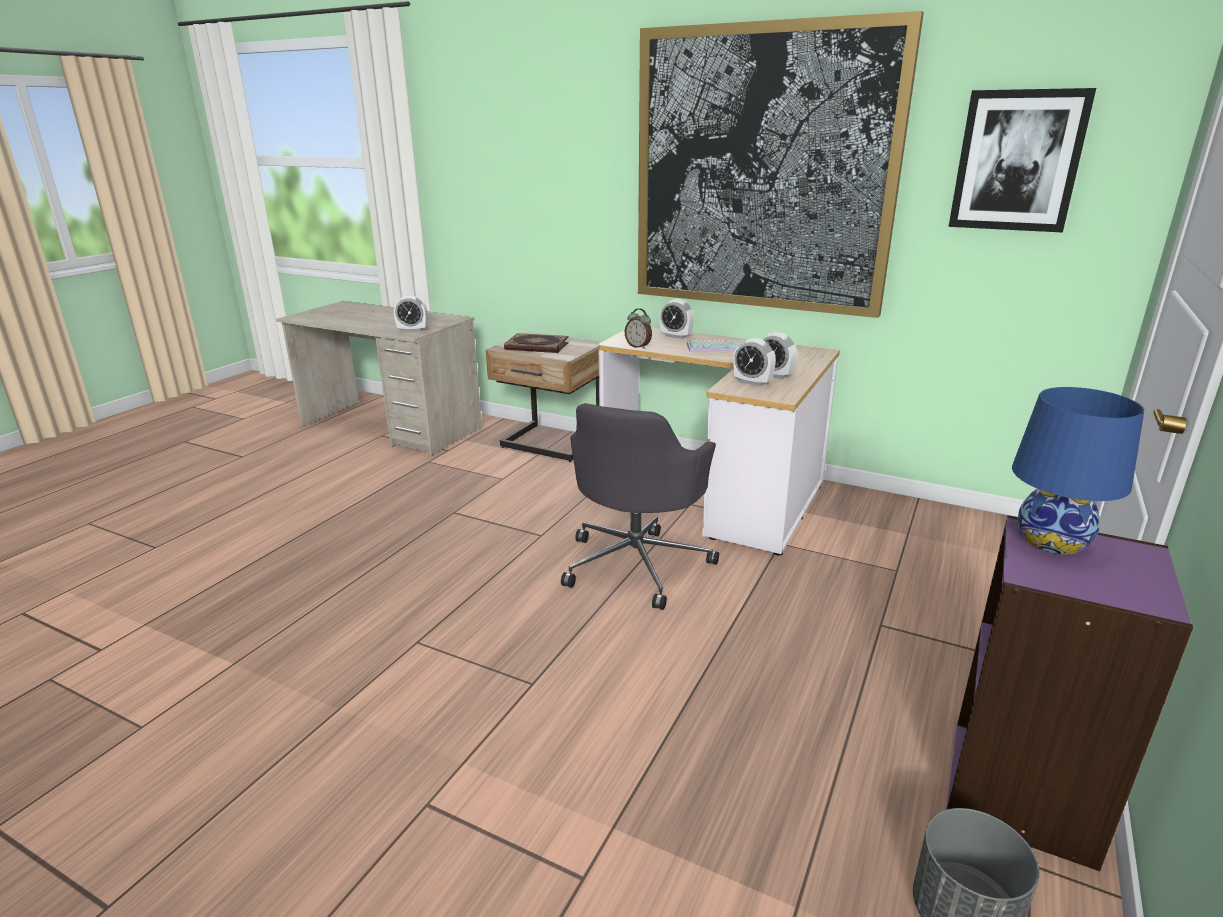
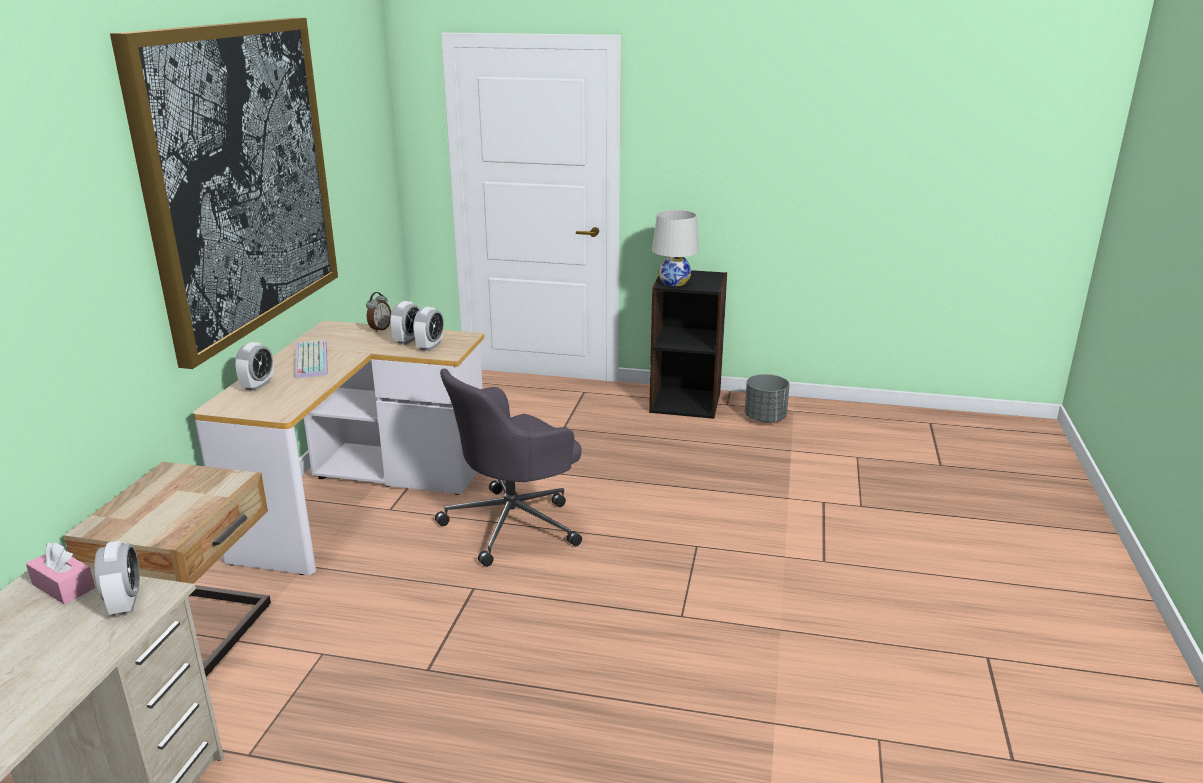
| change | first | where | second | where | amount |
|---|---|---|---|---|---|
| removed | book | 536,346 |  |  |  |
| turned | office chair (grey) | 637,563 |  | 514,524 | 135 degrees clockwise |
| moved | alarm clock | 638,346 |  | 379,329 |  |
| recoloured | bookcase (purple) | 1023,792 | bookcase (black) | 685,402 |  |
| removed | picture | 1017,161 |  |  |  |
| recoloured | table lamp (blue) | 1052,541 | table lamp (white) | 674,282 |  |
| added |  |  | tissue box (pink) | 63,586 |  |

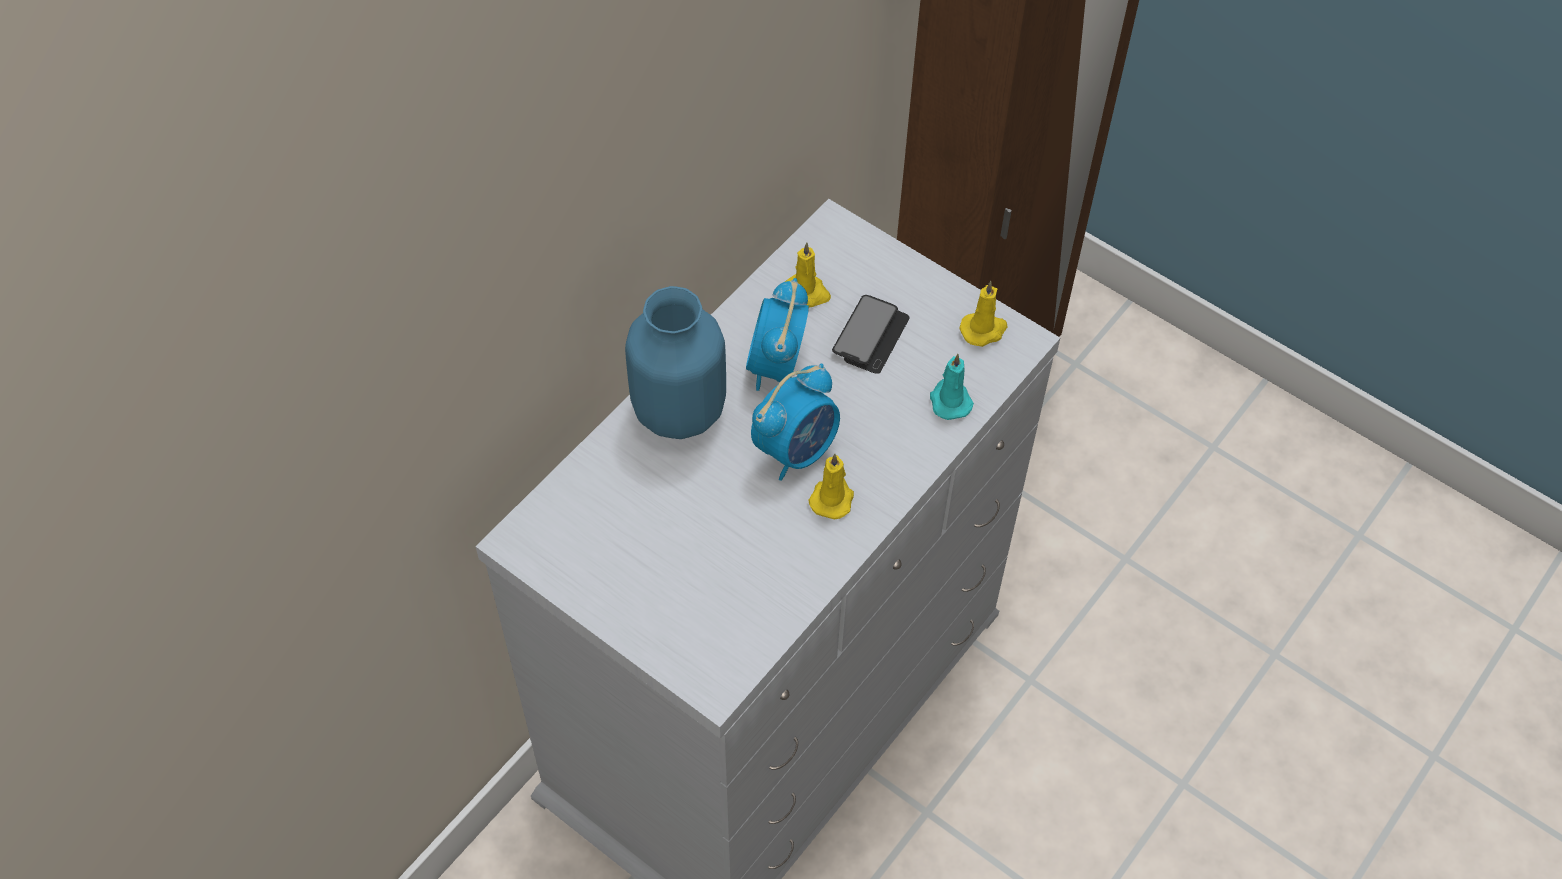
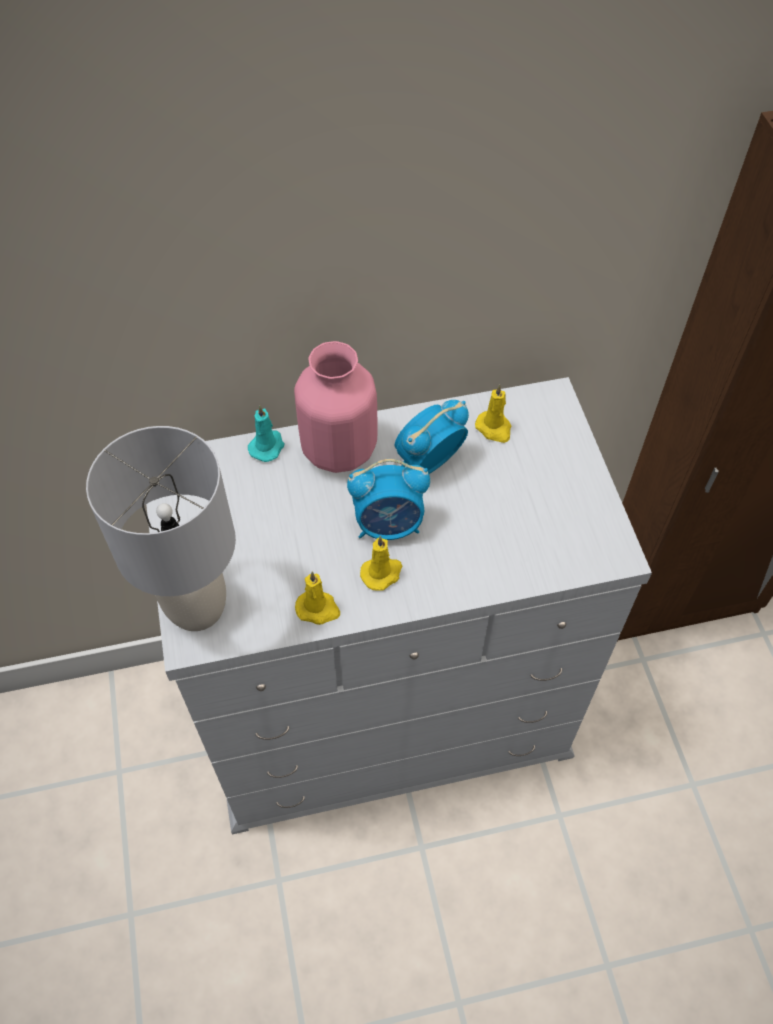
| change | first | where | second | where | amount |
|---|---|---|---|---|---|
| recoloured | vase (blue) | 678,411 | vase (pink) | 338,451 |  |
| removed | phone | 871,336 |  |  |  |
| moved | candle (turquoise) | 949,400 |  | 267,446 |  |
| moved | candle (yellow) | 984,330 |  | 318,609 |  |
| added |  |  | table lamp (grey) | 197,609 |  |

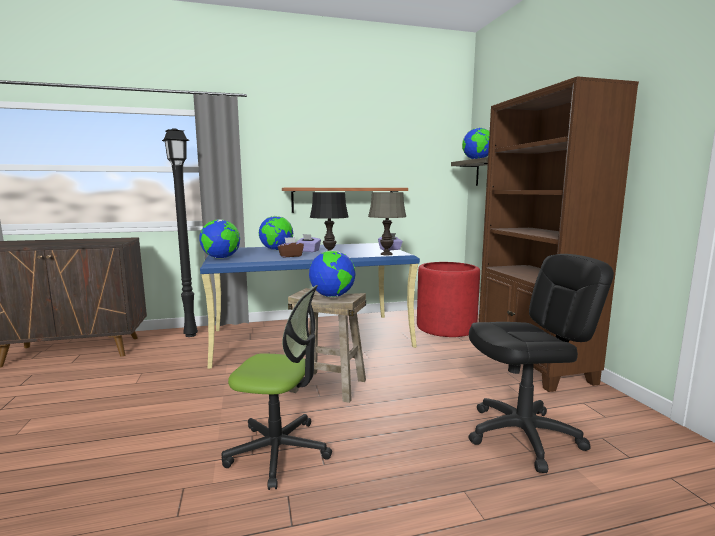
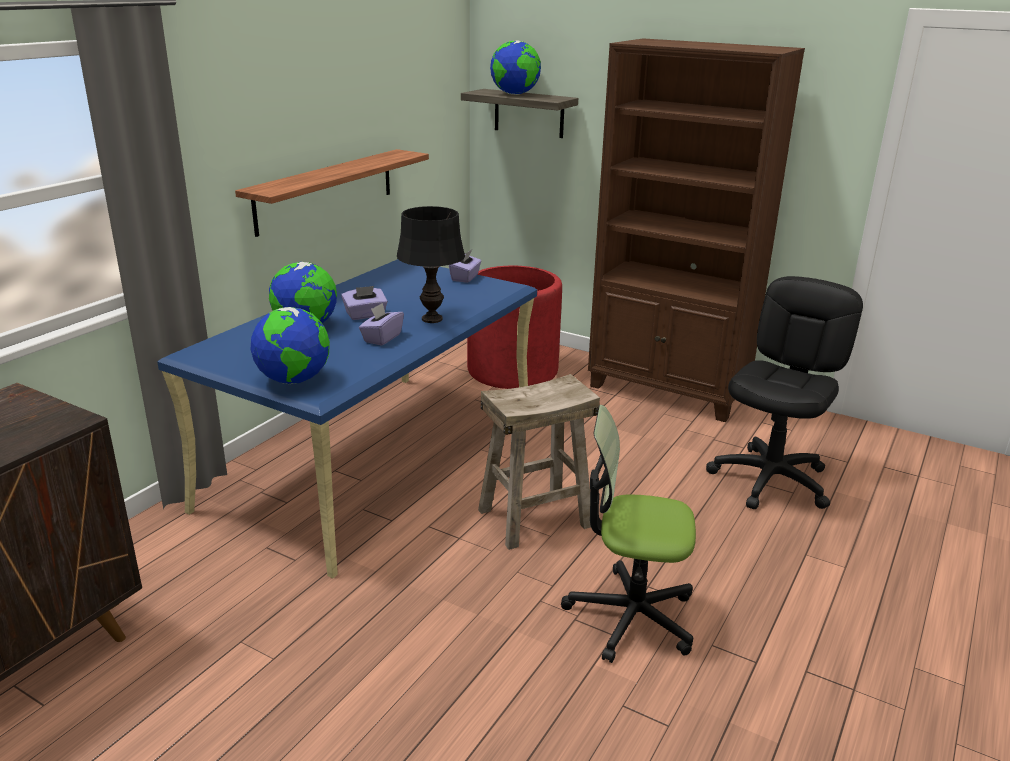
| change | first | where | second | where | amount |
|---|---|---|---|---|---|
| removed | floor lamp (black) | 191,334 |  |  |  |
| turned | office chair | 279,451 |  | 630,616 | 135 degrees counterclockwise |
| recoloured | tissue box (brown) | 290,256 | tissue box (purple) | 382,338 |  |
| removed | globe | 332,296 |  |  |  |
| removed | table lamp (grey) | 386,254 |  |  |  |

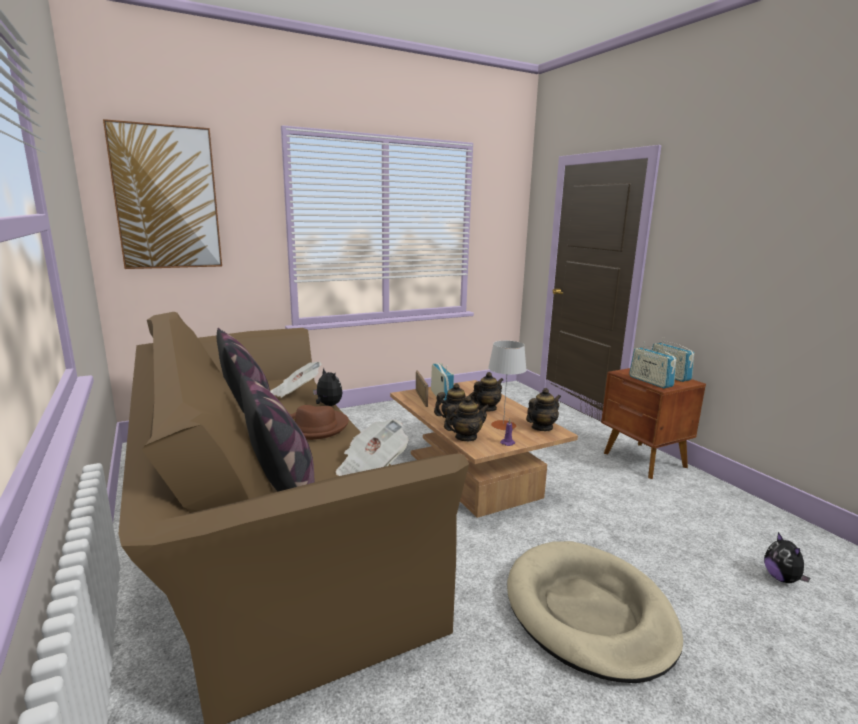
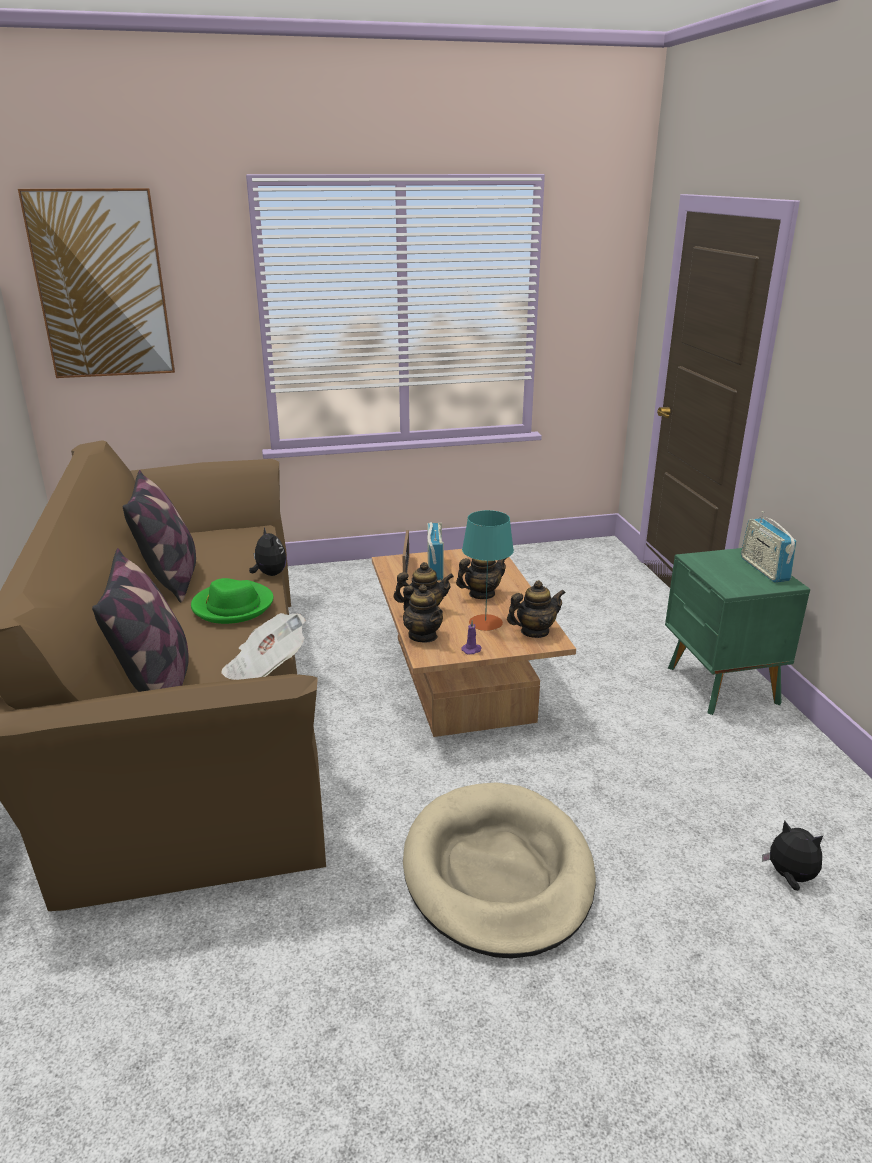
| change | first | where | second | where | amount |
|---|---|---|---|---|---|
| removed | newspaper | 296,392 |  |  |  |
| recoloured | hat (brown) | 314,427 | hat (green) | 232,606 |  |
| turned | teapot | 465,437 |  | 423,636 | 60 degrees clockwise |
| recoloured | table lamp (grey) | 503,425 | table lamp (turquoise) | 485,622 |  |
| recoloured | nightstand (brown) | 644,460 | nightstand (green) | 721,686 |  |
| removed | radio | 650,381 |  |  |  |
| turned | plush toy | 782,578 |  | 789,877 | 120 degrees clockwise |

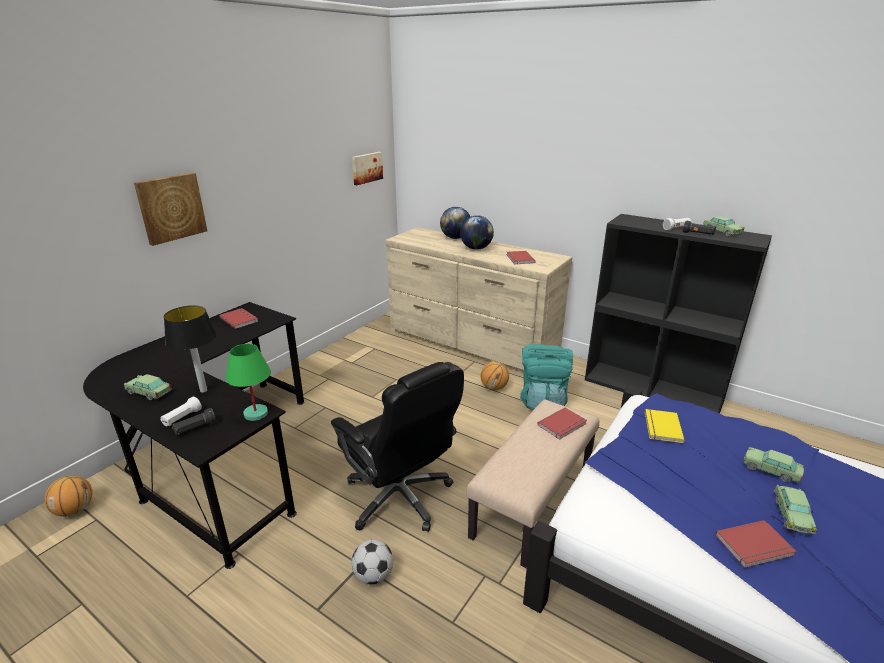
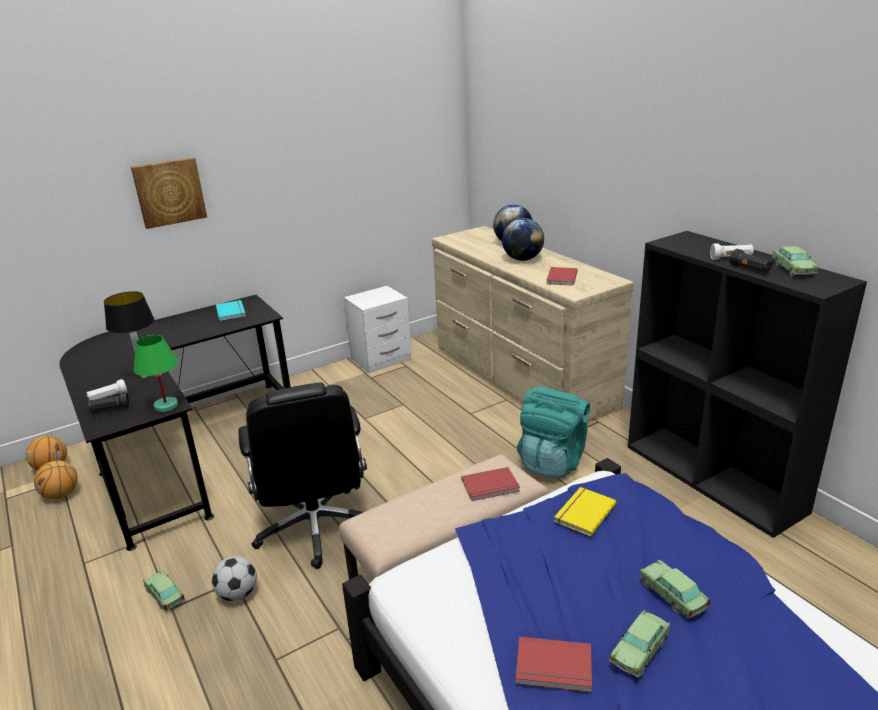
| change | first | where | second | where | amount |
|---|---|---|---|---|---|
| moved | toy car | 149,392 |  | 165,595 |  |
| recoloured | book (red) | 240,319 | book (turquoise) | 232,311 |  |
| removed | picture | 366,168 |  |  |  |
| moved | basketball | 494,388 |  | 61,495 |  |
| added |  |  | nightstand (white) | 382,359 |  |

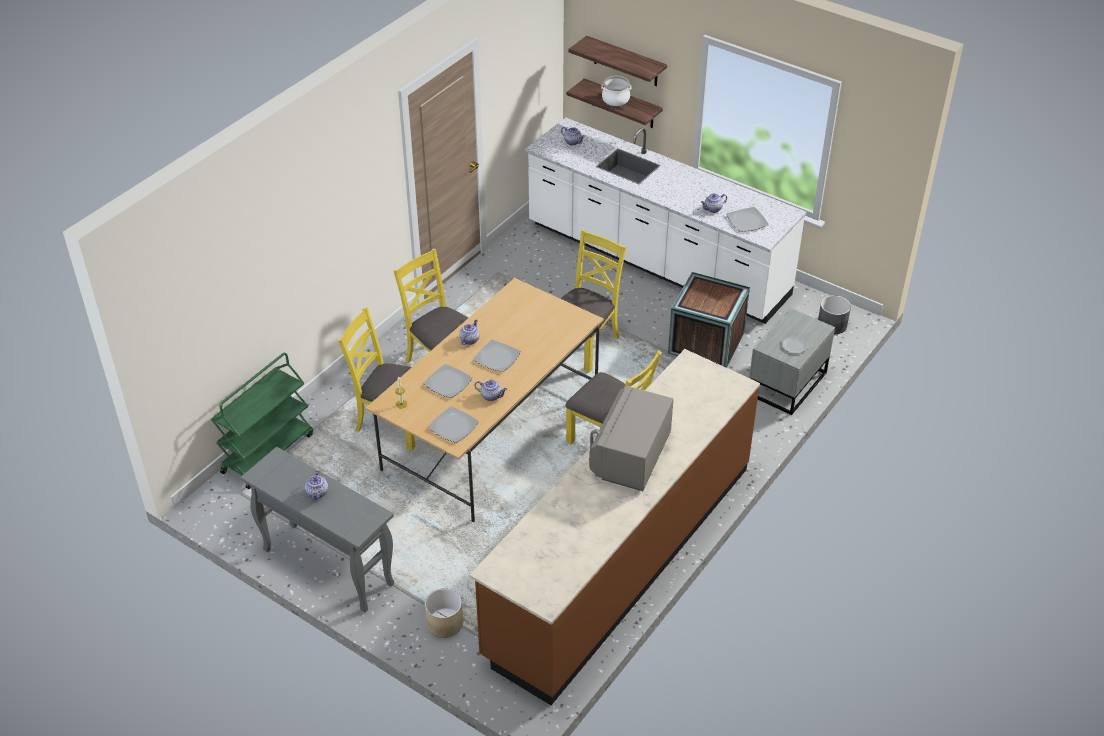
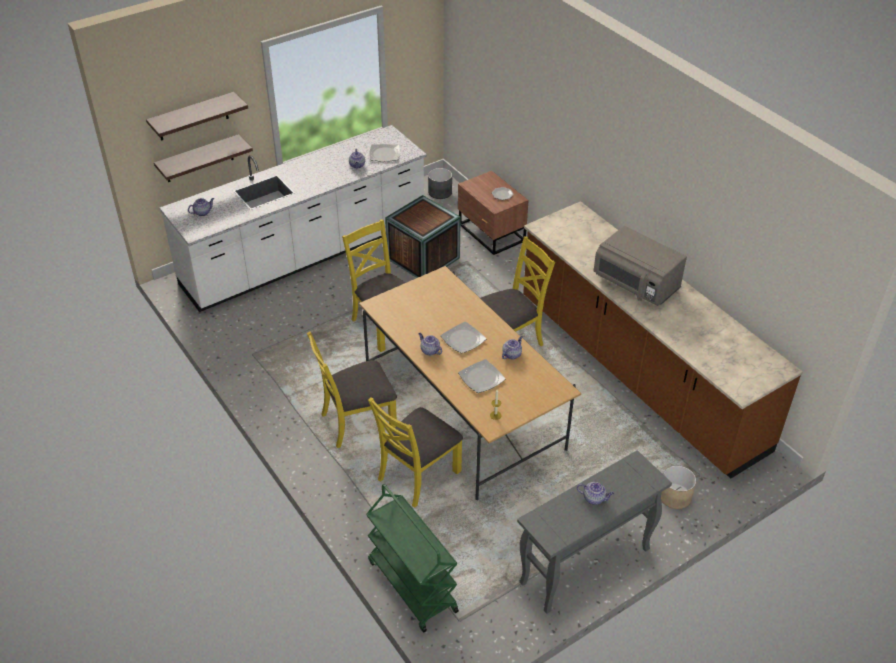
| change | first | where | second | where | amount |
|---|---|---|---|---|---|
| removed | plate | 453,427 |  |  |  |
| removed | cooking pot | 615,100 |  |  |  |
| recoloured | nightstand (grey) | 785,384 | nightstand (brown) | 491,233 |  |

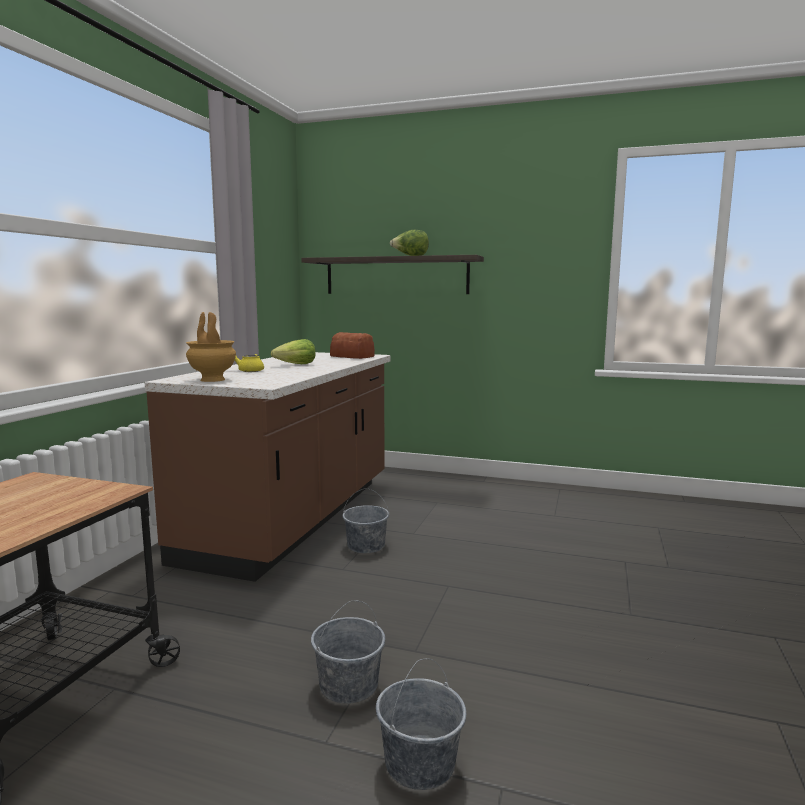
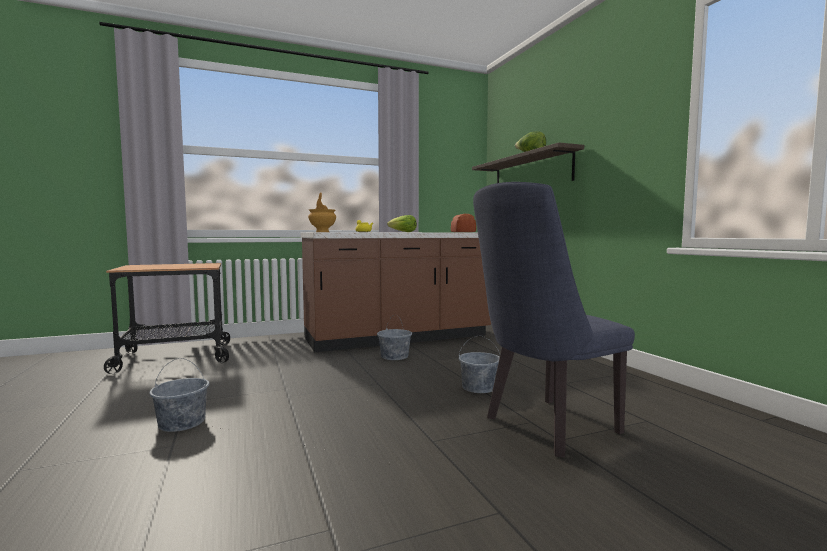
| change | first | where | second | where | amount |
|---|---|---|---|---|---|
| moved | bucket (grey) | 349,684 |  | 479,387 |  |
| added |  |  | chair (blue) | 544,428 |  |

